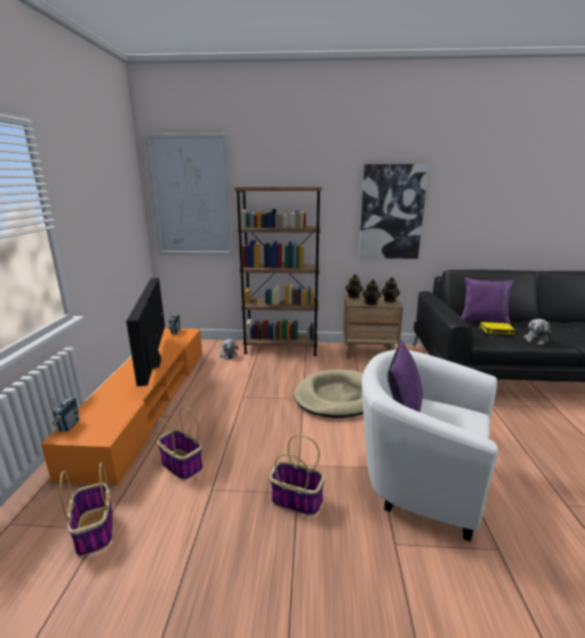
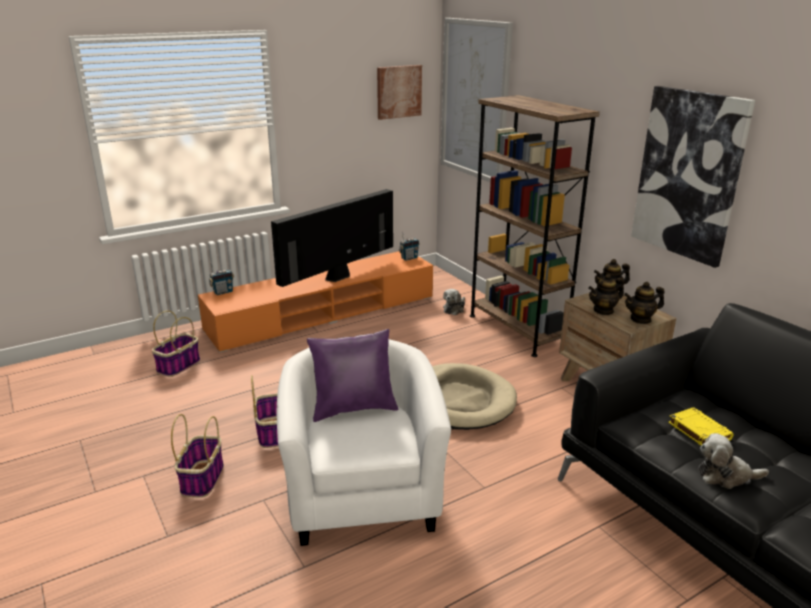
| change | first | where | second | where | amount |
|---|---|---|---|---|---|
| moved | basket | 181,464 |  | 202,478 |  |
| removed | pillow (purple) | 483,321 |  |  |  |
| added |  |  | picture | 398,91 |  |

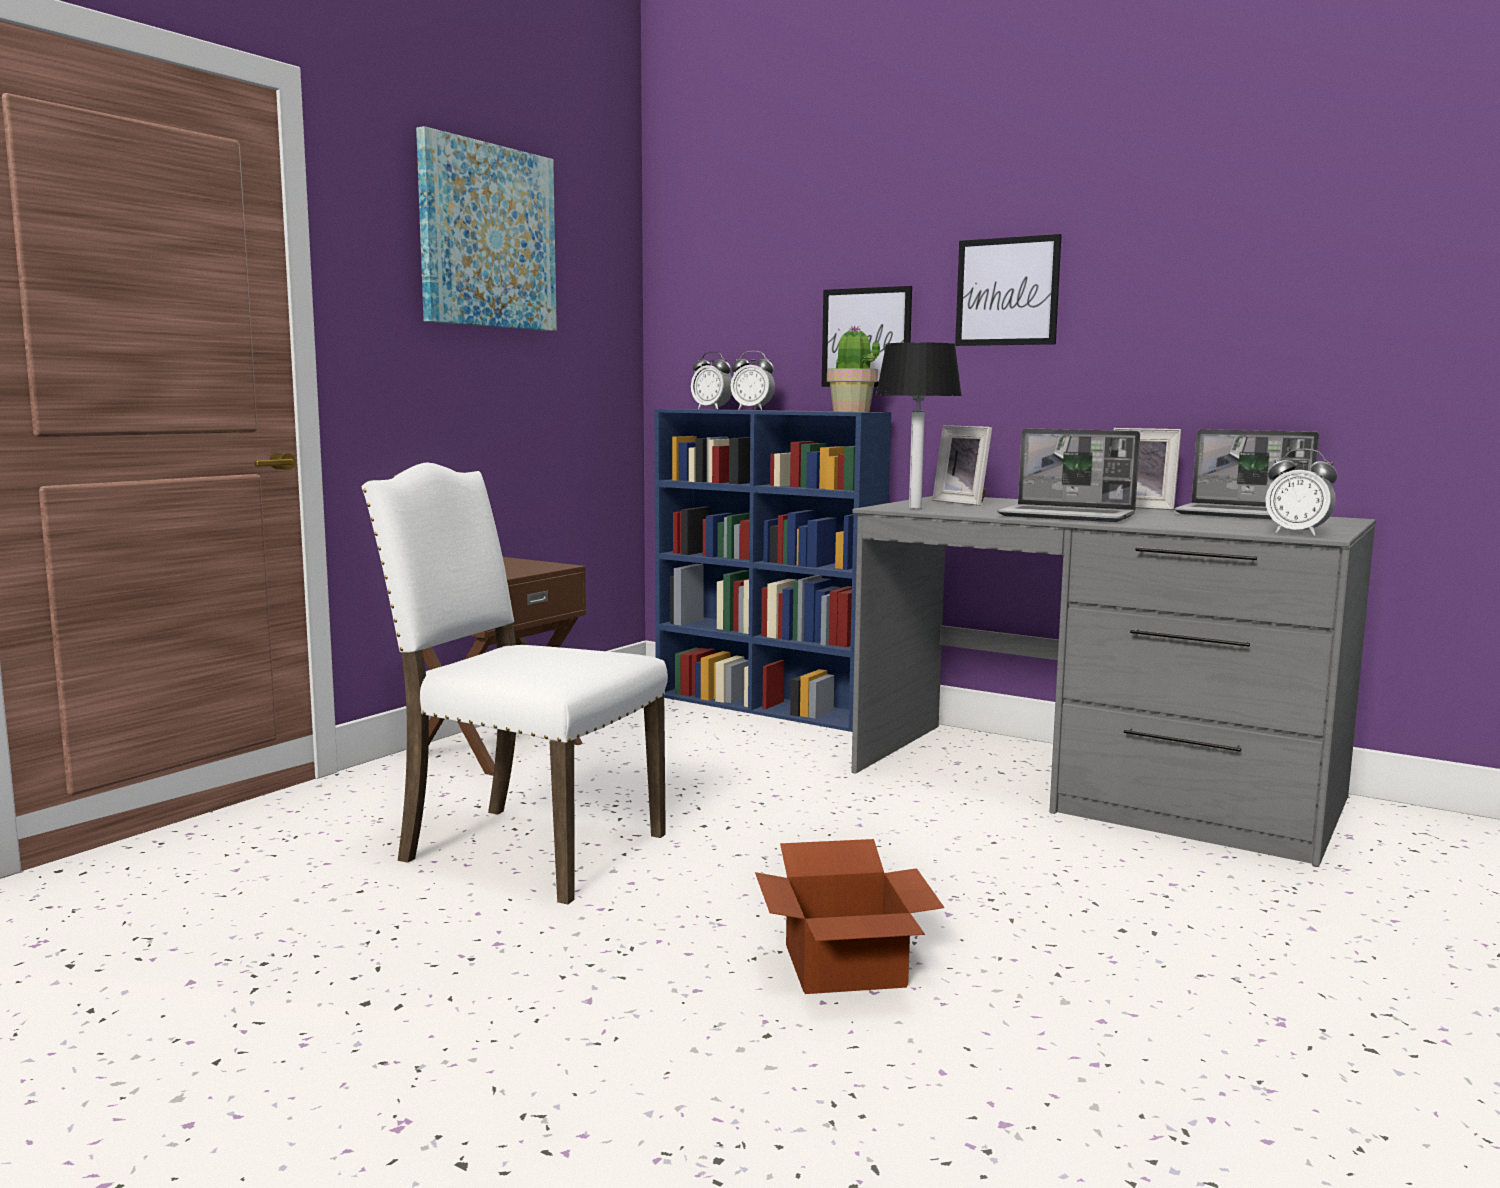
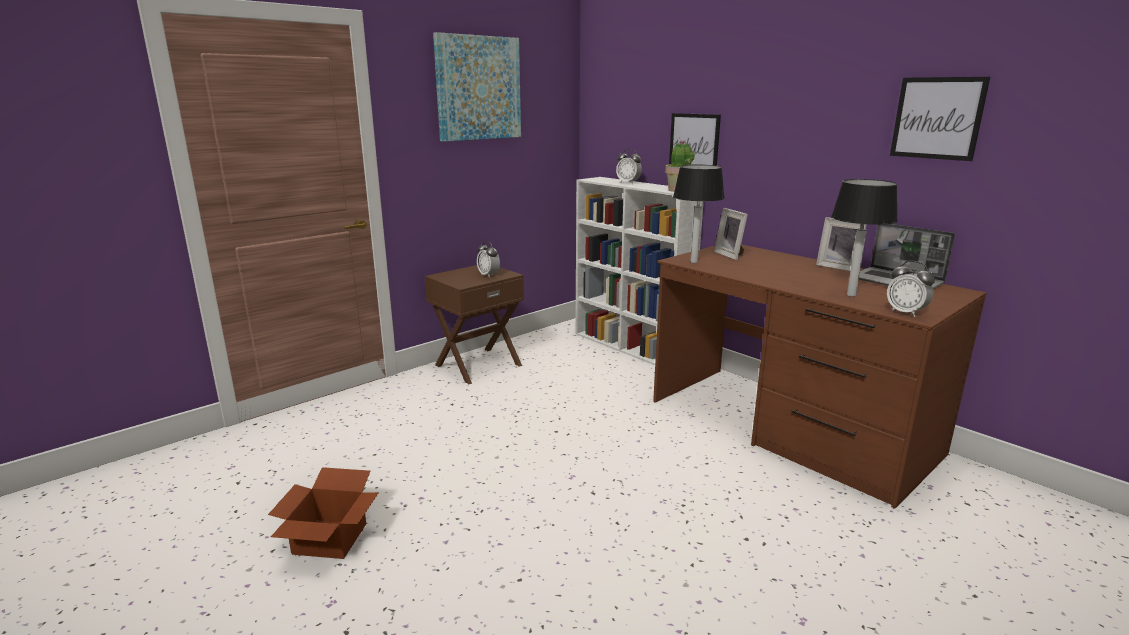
| change | first | where | second | where | amount |
|---|---|---|---|---|---|
| removed | chair (white) | 526,848 |  |  |  |
| recoloured | bookcase (blue) | 768,706 | bookcase (white) | 631,347 |  |
| moved | alarm clock | 712,409 |  | 488,275 |  |
| moved | cardboard box | 843,968 |  | 328,540 |  |
| recoloured | desk (grey) | 1093,785 | desk (brown) | 788,426 |  |
| moved | picture | 1007,291 |  | 937,118 |  |
| removed | laptop | 1068,516 |  |  |  |
| added |  |  | table lamp | 851,295 |  |

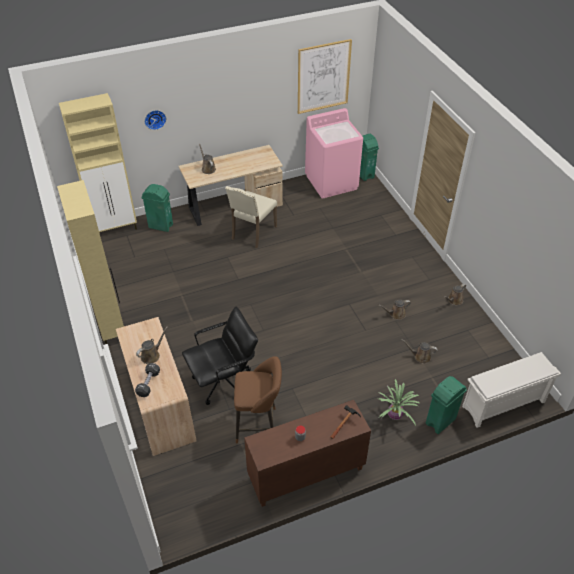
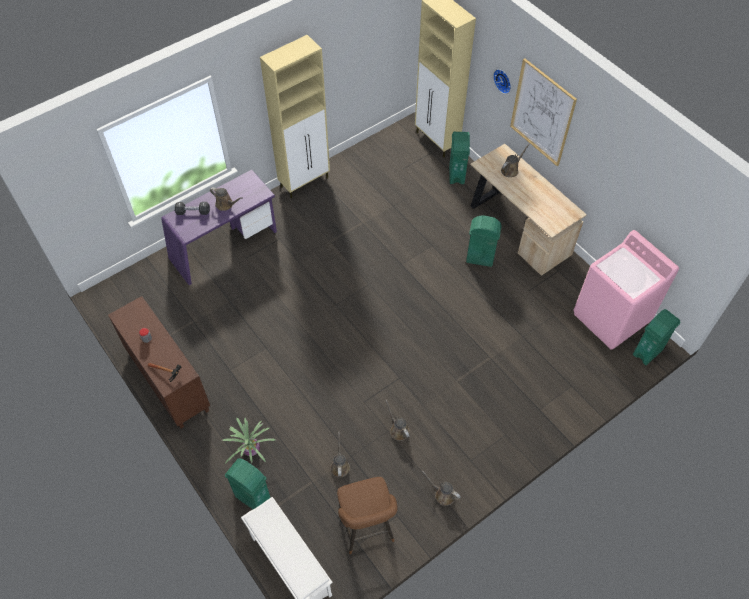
| change | first | where | second | where | amount |
|---|---|---|---|---|---|
| recoloured | desk (beige) | 160,403 | desk (purple) | 225,246 |  |
| removed | office chair (black) | 224,382 |  |  |  |
| replaced | chair (beige) | 252,233 | trash can (green) | 479,258 |  |
| moved | stool (brown) | 259,425 |  | 367,530 |  |
| moved | picture | 323,76 |  | 542,113 |  |

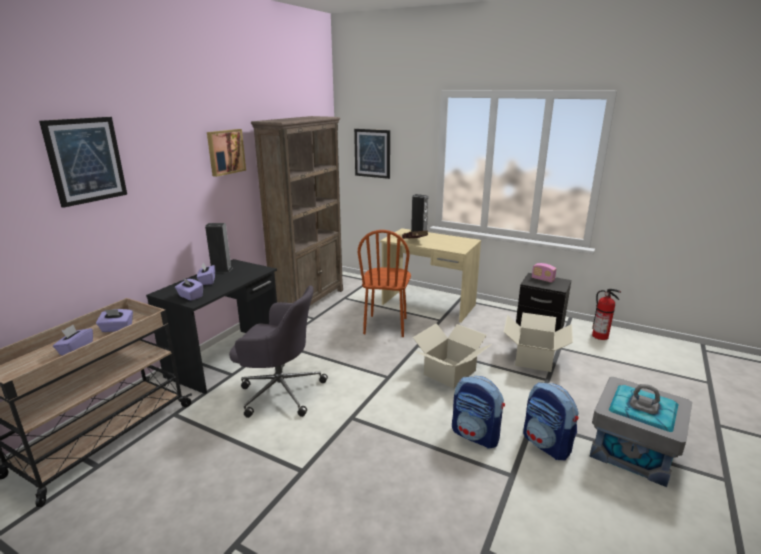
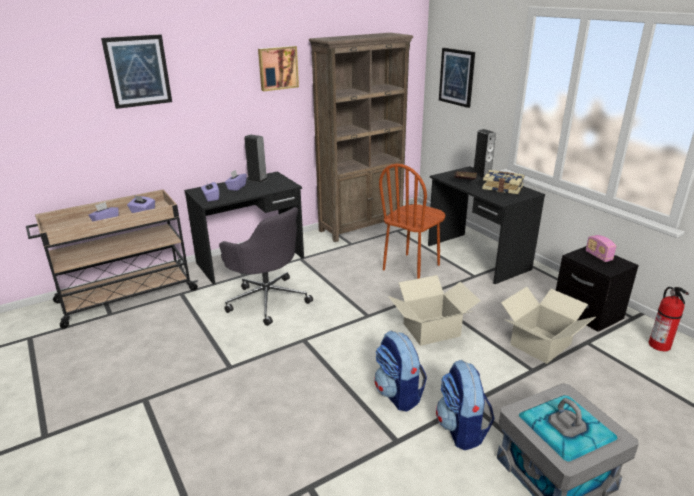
| change | first | where | second | where | amount |
|---|---|---|---|---|---|
| recoloured | desk (beige) | 428,305 | desk (black) | 476,257 |  |
| added |  |  | book | 502,188 |  |

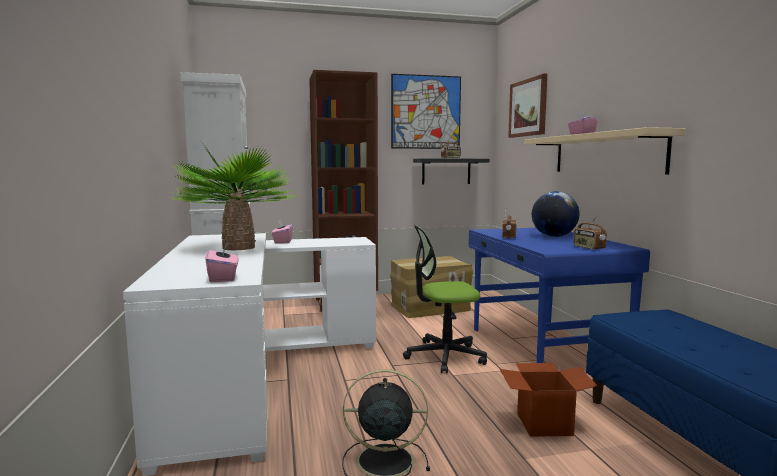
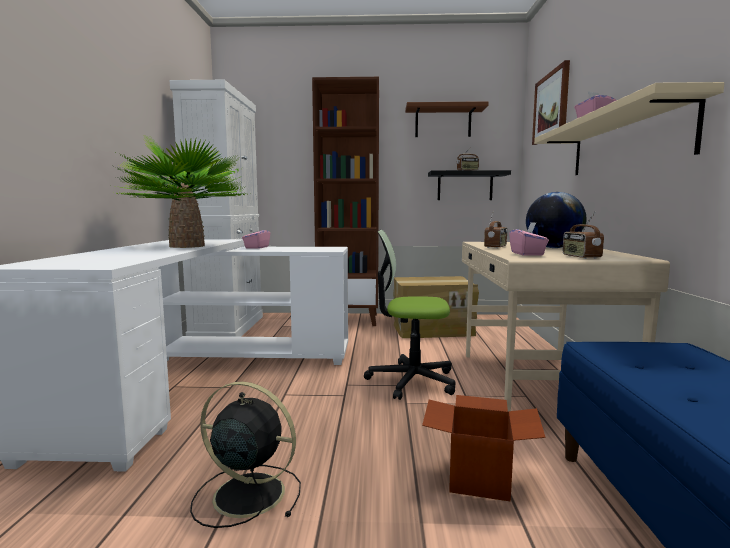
| change | first | where | second | where | amount |
|---|---|---|---|---|---|
| moved | tissue box (pink) | 223,278 |  | 527,254 |  |
| replaced | picture | 426,112 | shelf (brown) | 443,122 |  |
| recoloured | desk (blue) | 543,349 | desk (beige) | 536,384 |  |

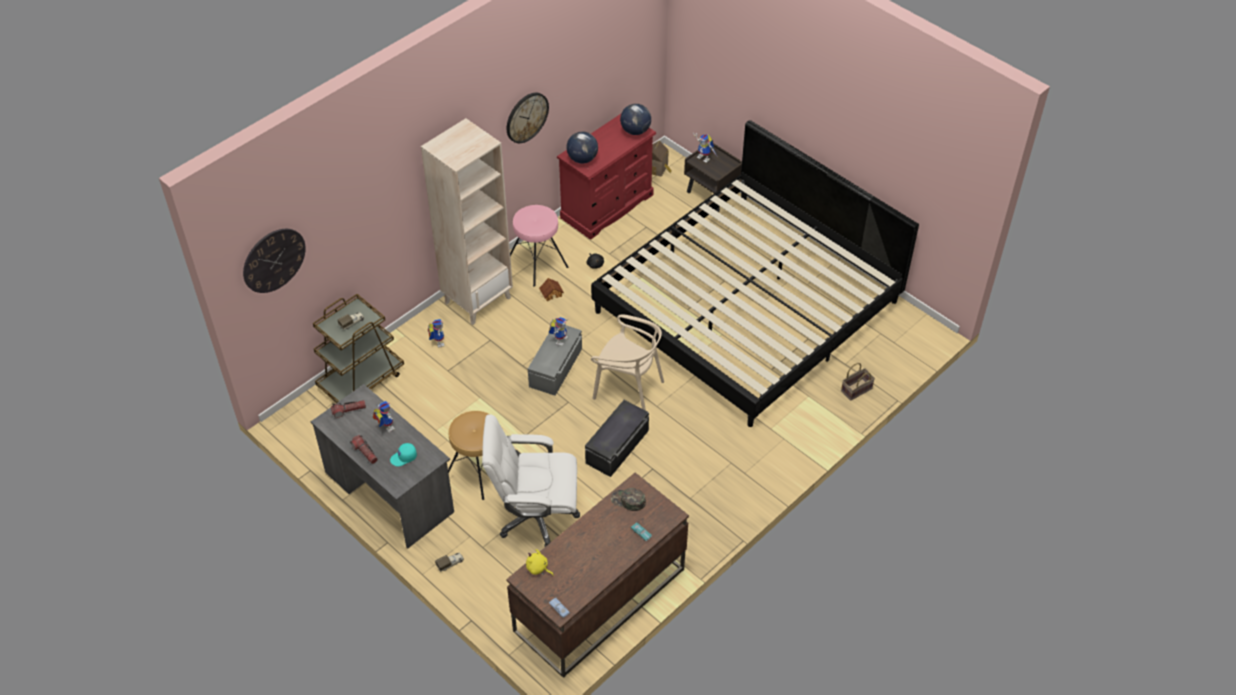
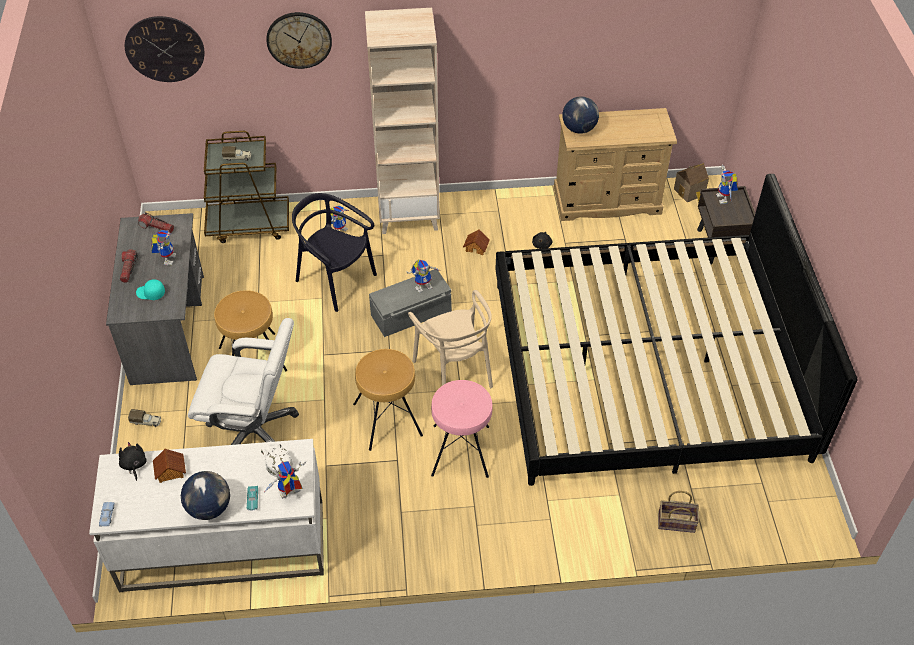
| change | first | where | second | where | amount |
|---|---|---|---|---|---|
| turned | office chair (white) | 535,516 |  | 254,431 | 150 degrees clockwise |
| recoloured | desk (brown) | 599,600 | desk (white) | 222,546 |  |
| moved | wall clock | 526,117 |  | 299,40 |  |
| moved | stool (pink) | 537,263 |  | 461,450 |  |
| recoloured | plush toy (yellow) | 538,568 | plush toy (black) | 134,465 |  |
| recoloured | dresser (red) | 607,206 | dresser (beige) | 607,201 |  |
| replaced | storage box (black) | 618,447 | stool (brown) | 388,419 |  |
| recoloured | cap (green) | 628,501 | cap (white) | 276,461 |  |
| moved | globe | 635,131 |  | 210,508 |  |
| added |  |  | toy house | 170,471 |  |
| added |  |  | toy robot | 289,495 |  |
| added |  |  | chair (black) | 335,280 |  |

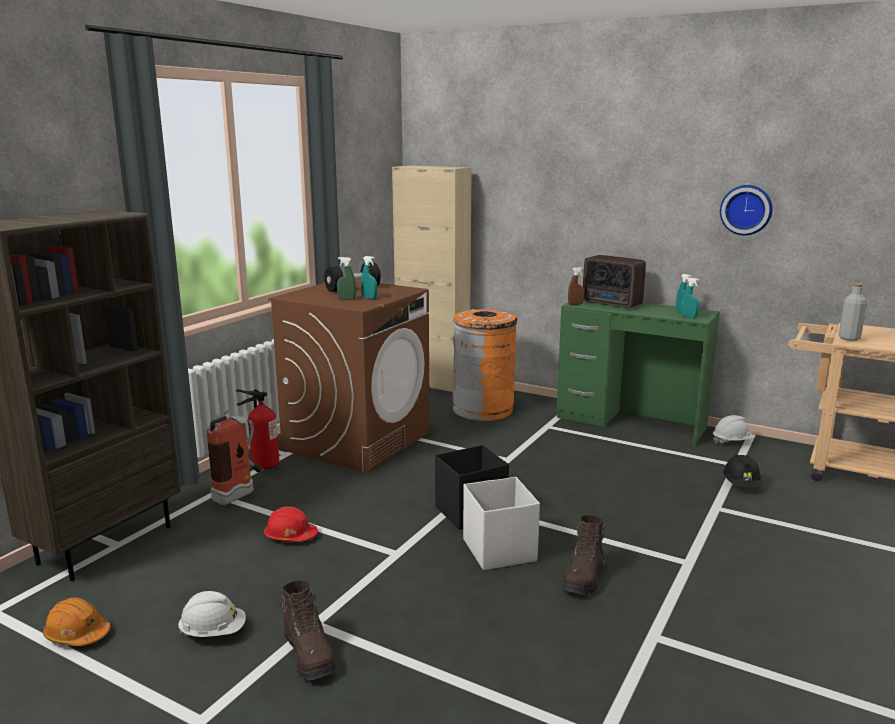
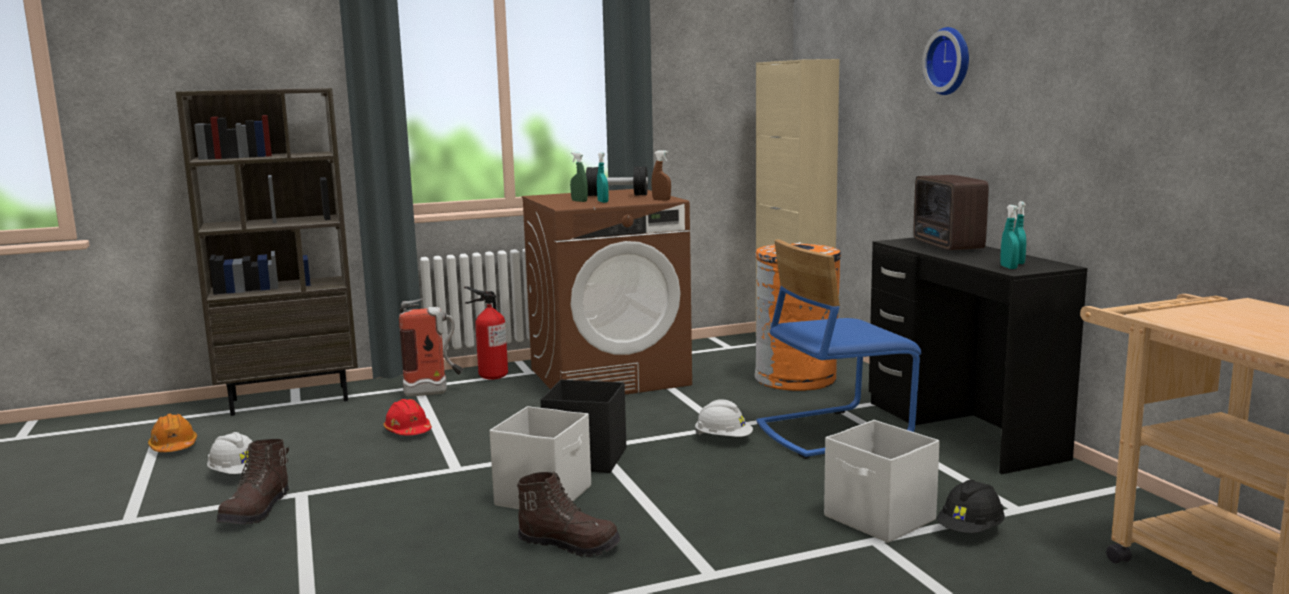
| change | first | where | second | where | amount |
|---|---|---|---|---|---|
| recoloured | desk (green) | 630,422 | desk (black) | 962,429 |  |
| turned | boot (brown) | 583,578 |  | 570,544 | 135 degrees counterclockwise |
| moved | spray bottle (brown) | 575,304 |  | 661,200 |  |
| moved | hard hat (white) | 732,442 |  | 723,439 |  |
| moved | wall clock | 746,209 |  | 951,61 |  |
| removed | bottle (grey) | 849,338 |  |  |  |
| added |  |  | chair (blue) | 832,432 |  |
| added |  |  | storage box (white) | 880,519 |  |

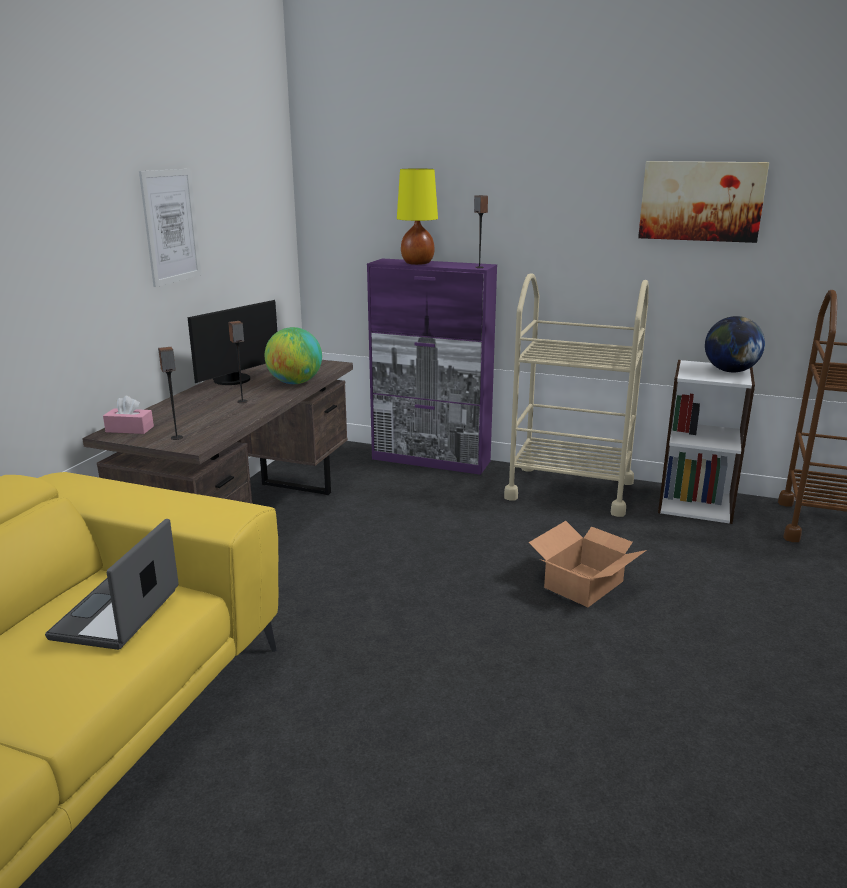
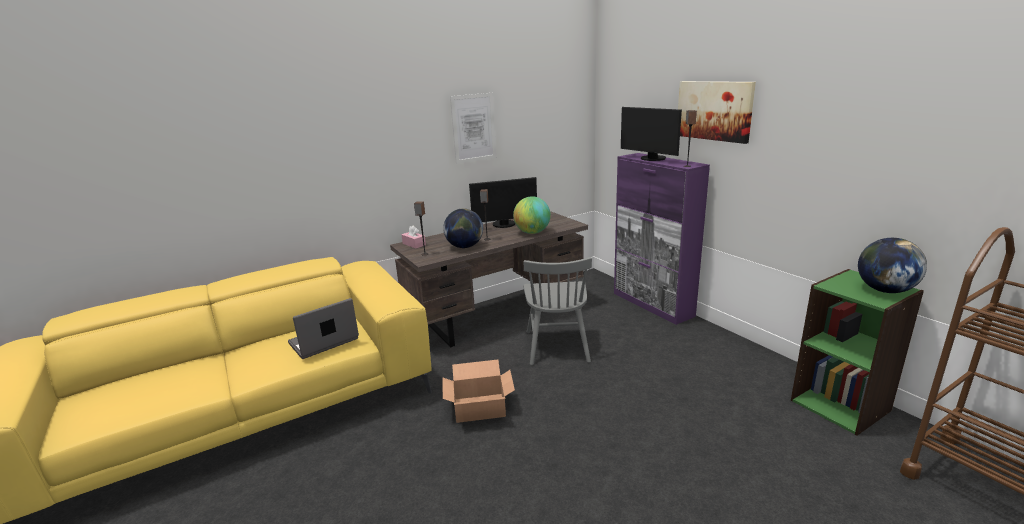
| change | first | where | second | where | amount |
|---|---|---|---|---|---|
| replaced | table lamp (yellow) | 418,263 | monitor | 651,159 |  |
| removed | cart (beige) | 569,490 |  |  |  |
| moved | cardboard box | 585,584 |  | 480,408 |  |
| moved | picture | 701,201 |  | 714,110 |  |
| recoloured | bookcase (white) | 695,503 | bookcase (green) | 840,405 |  |
| added |  |  | globe | 464,247 |  |
| added |  |  | chair (grey) | 557,346 |  |

